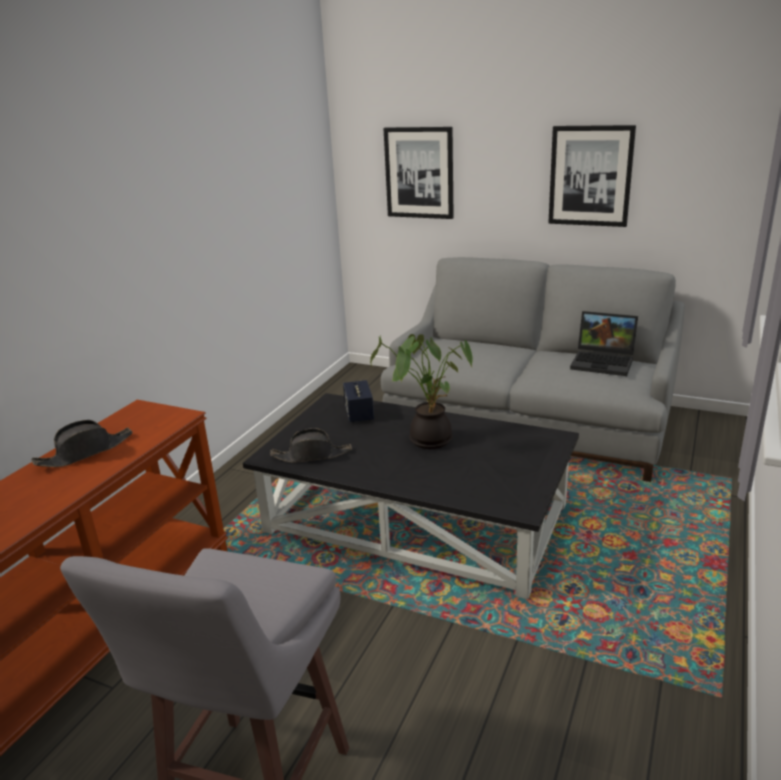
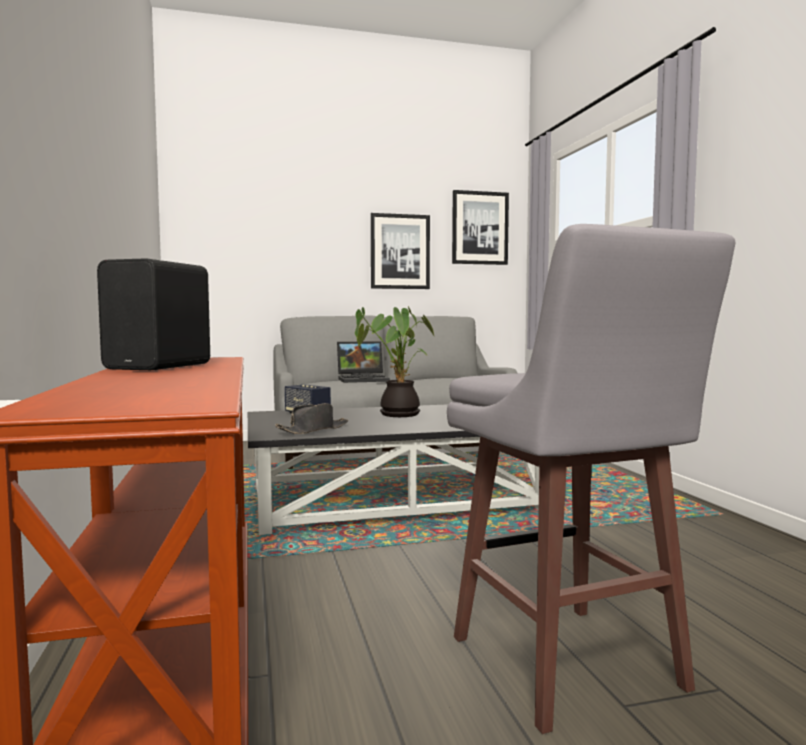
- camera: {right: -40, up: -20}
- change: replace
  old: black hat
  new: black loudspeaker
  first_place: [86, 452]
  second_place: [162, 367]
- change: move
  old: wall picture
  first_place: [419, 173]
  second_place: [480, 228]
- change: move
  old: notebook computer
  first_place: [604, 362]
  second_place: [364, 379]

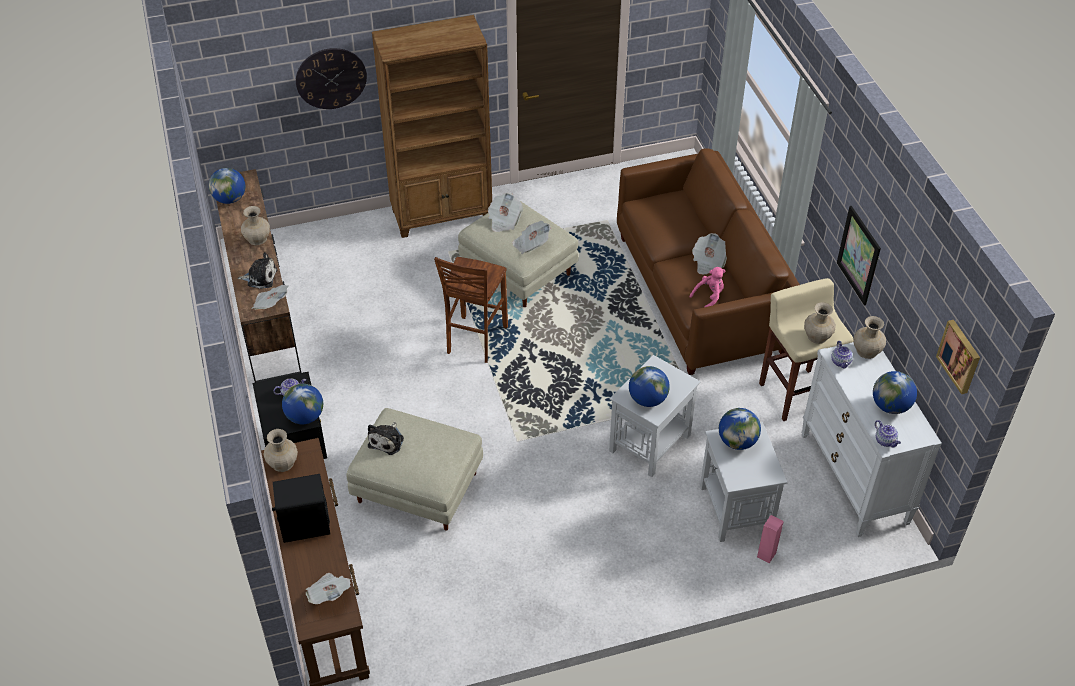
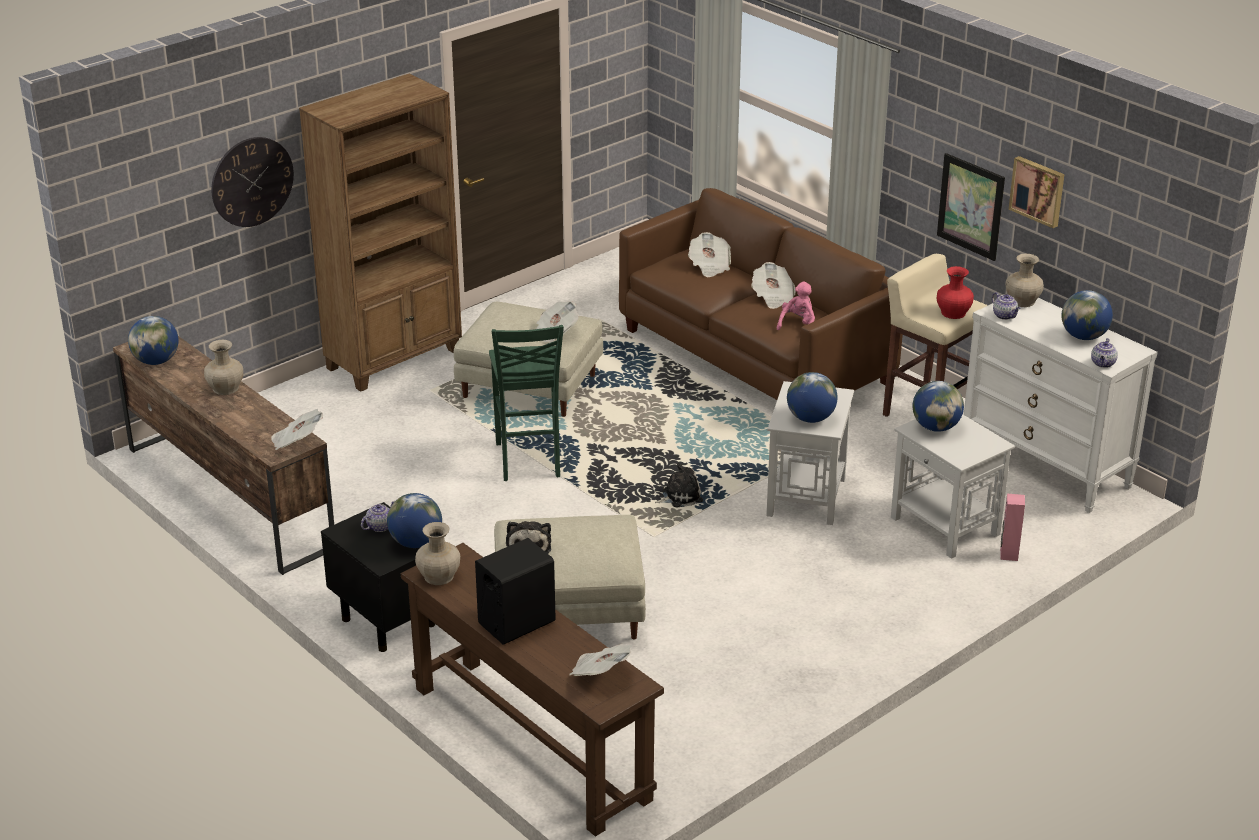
- camera: {right: -25, up: -15}
- change: move
  old: soft toy
  first_place: [260, 277]
  second_place: [679, 496]
- change: recolor
  old: brown stool
  new: green stool
  first_place: [475, 340]
  second_place: [529, 461]
- change: move
  old: newspaper
  first_place: [504, 220]
  second_place: [709, 266]
- change: recolor
  old: beige vase
  new: reddish vase
  first_place: [818, 336]
  second_place: [953, 313]
- change: rotate
  old: tea pot
  first_place: [885, 441]
  second_place: [1103, 364]
  degrees: 75
- change: move
  old: wall picture
  first_place: [960, 356]
  second_place: [1038, 191]

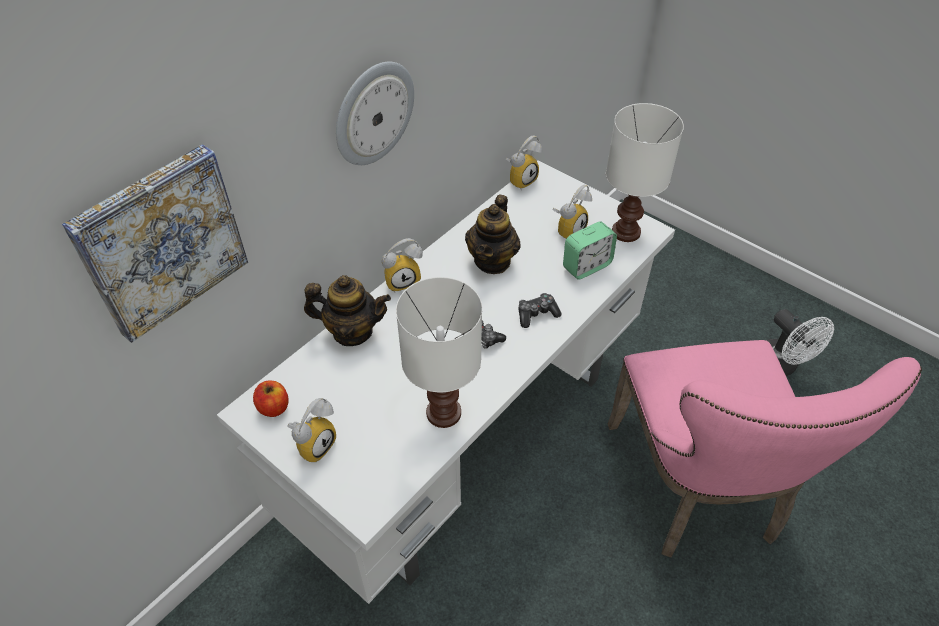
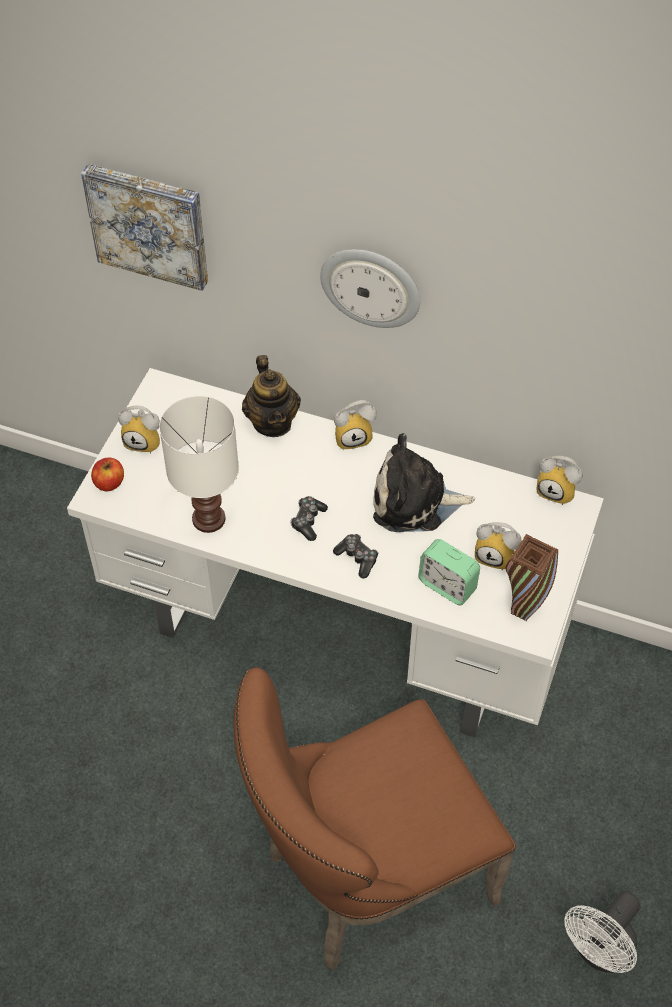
- camera: {right: 70, up: 5}
- change: move
  old: apple
  first_place: [273, 407]
  second_place: [109, 483]
- change: rotate
  old: alarm clock
  first_place: [402, 280]
  second_place: [353, 437]
  degrees: -60
- change: replace
  old: tea pot
  new: soft toy
  first_place: [492, 261]
  second_place: [415, 501]
- change: replace
  old: white-coloured tabletop lamp
  new: brown vase
  first_place: [626, 231]
  second_place: [522, 611]
- change: recolor
  old: pink chair
  new: brown chair
  first_place: [699, 490]
  second_place: [365, 877]

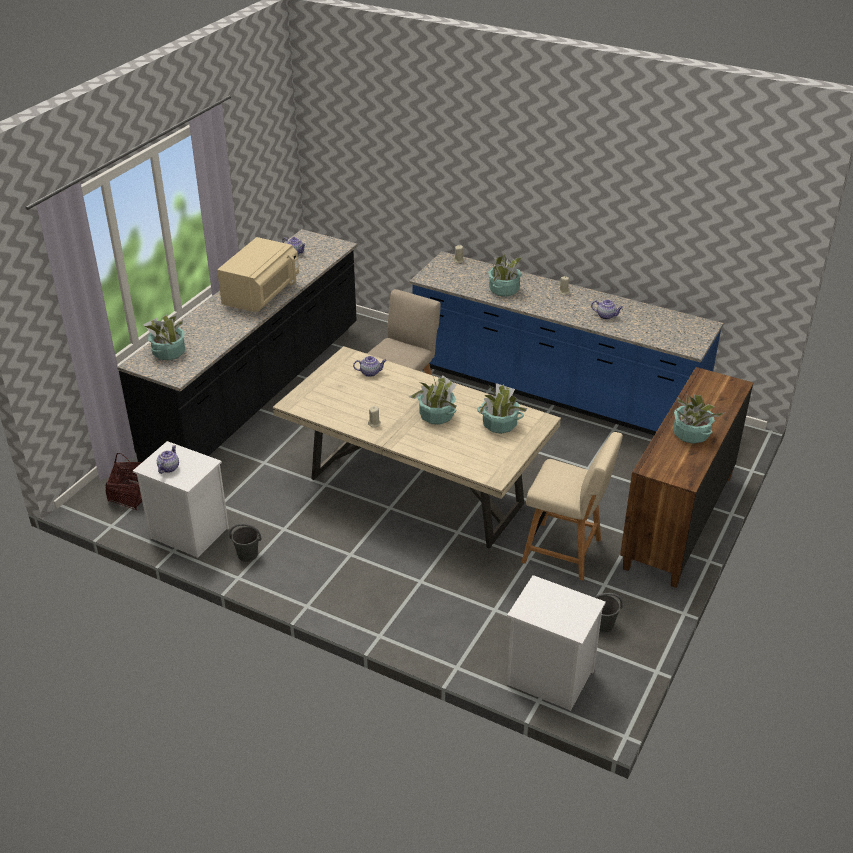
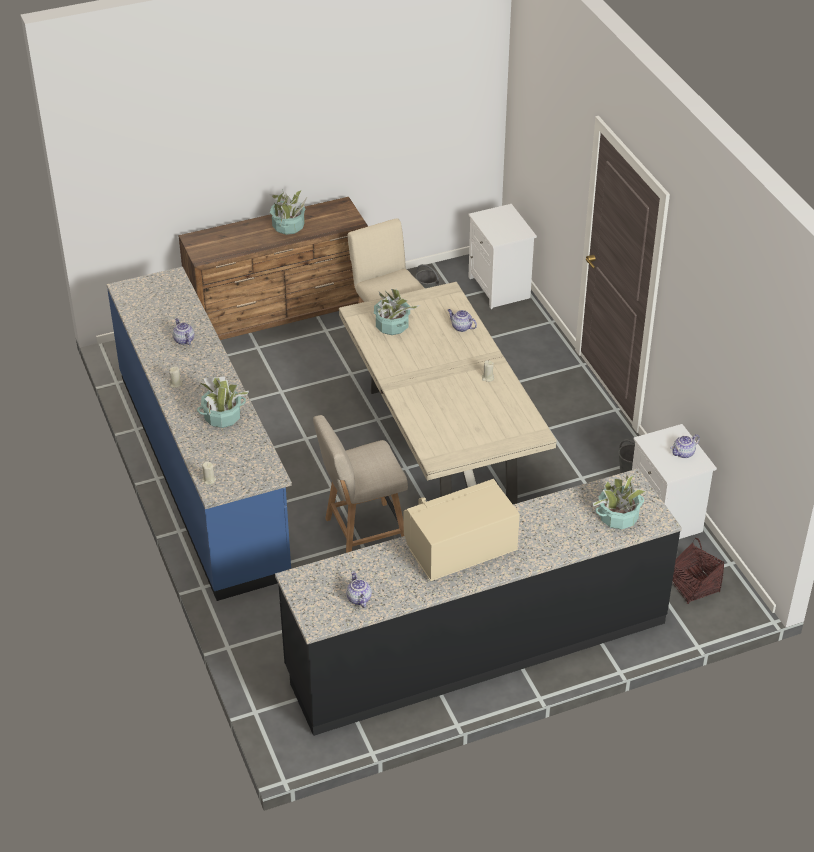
- camera: {right: -140, up: 5}
- change: move
  old: tea pot
  first_place: [370, 372]
  second_place: [461, 327]
- change: delete
  old: plant in a pot
  first_place: [436, 415]

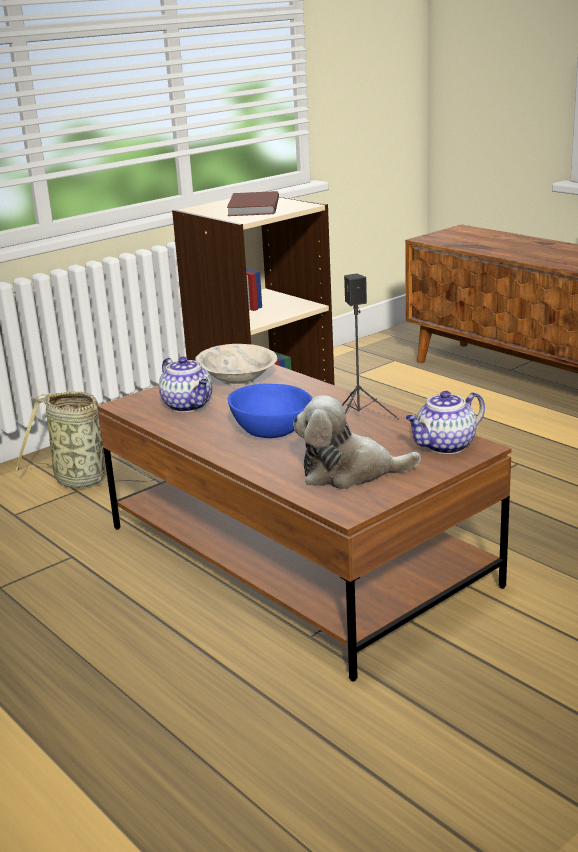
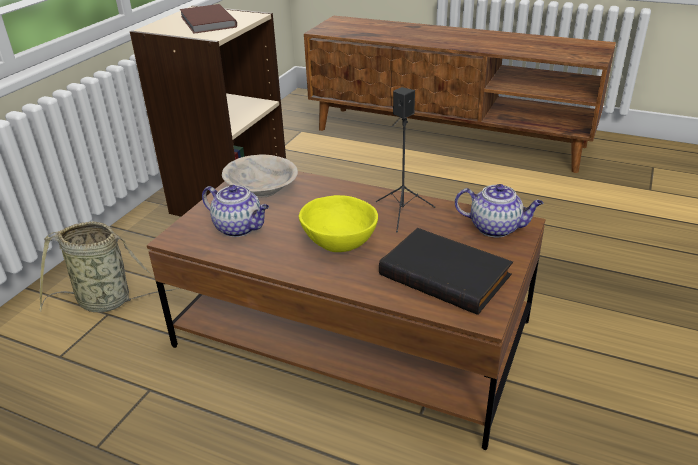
- camera: {right: -25, up: 10}
- change: recolor
  old: bluish deep dish
  new: yellowish deep dish
  first_place: [270, 431]
  second_place: [339, 241]
- change: replace
  old: soft toy
  new: black book
  first_place: [349, 473]
  second_place: [447, 274]
- change: rotate
  old: tea pot
  first_place: [445, 446]
  second_place: [496, 228]
  degrees: -105

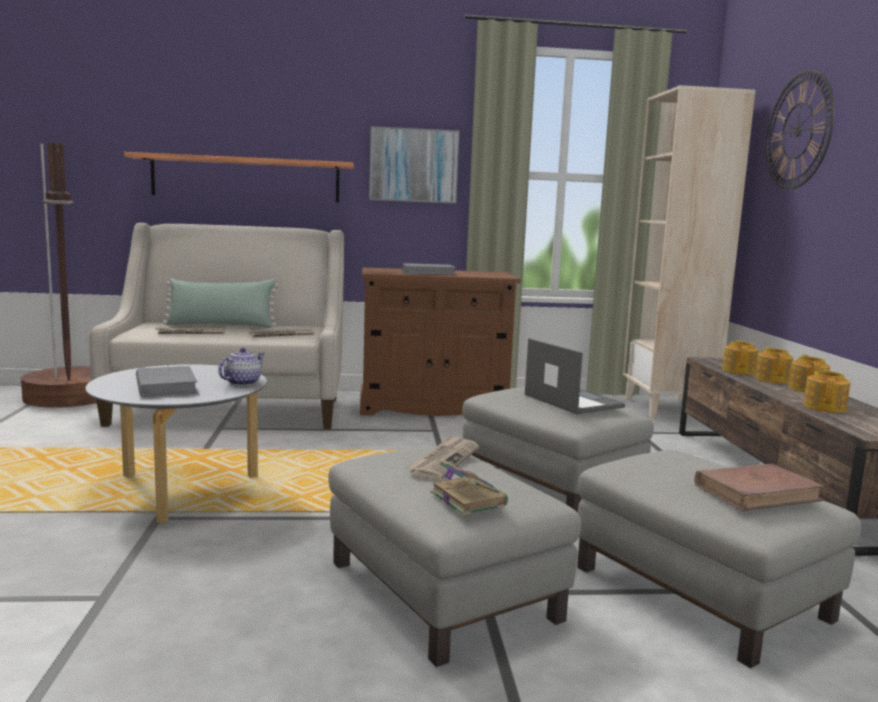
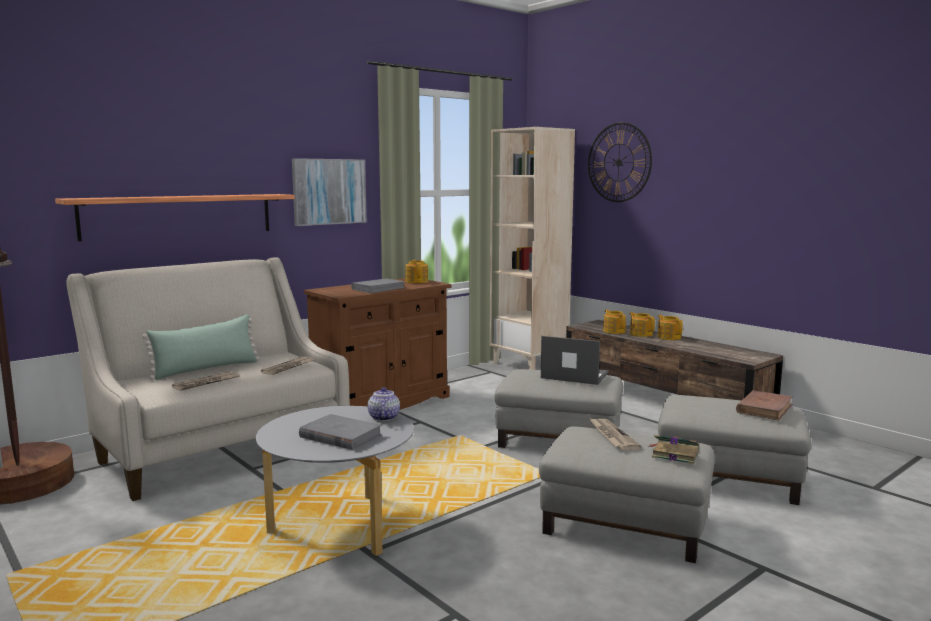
- camera: {right: -35, up: 0}
- change: move
  old: tea pot
  first_place: [825, 407]
  second_place: [417, 281]

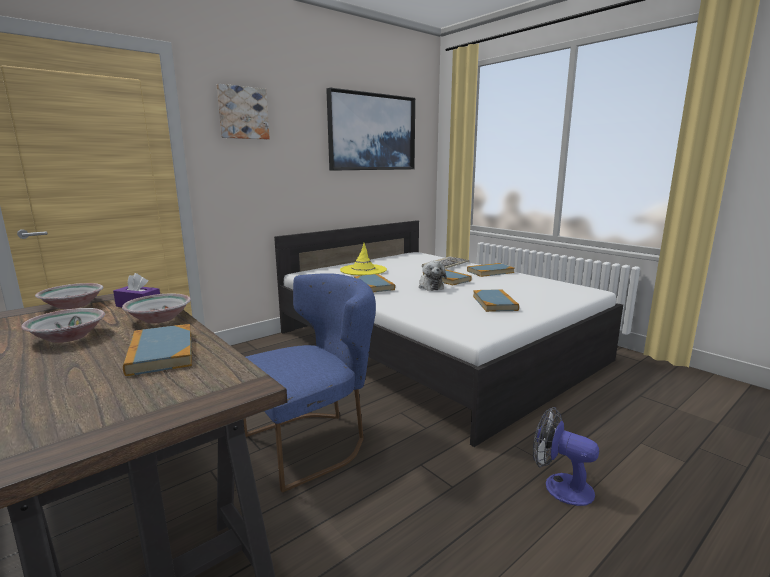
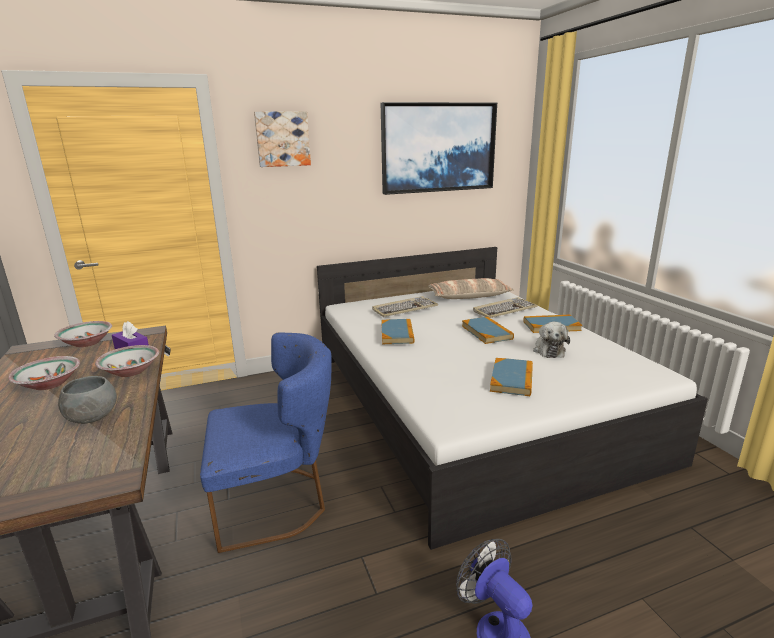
- camera: {right: 20, up: 5}
- change: replace
  old: book
  new: gray deep dish
  first_place: [161, 352]
  second_place: [92, 418]
- change: replace
  old: yellowish hat
  new: keyboard
  first_place: [363, 270]
  second_place: [404, 309]
- change: move
  old: soft toy
  first_place: [430, 286]
  second_place: [548, 350]
- change: insert
  new: throw pillow
  second_place: [469, 296]

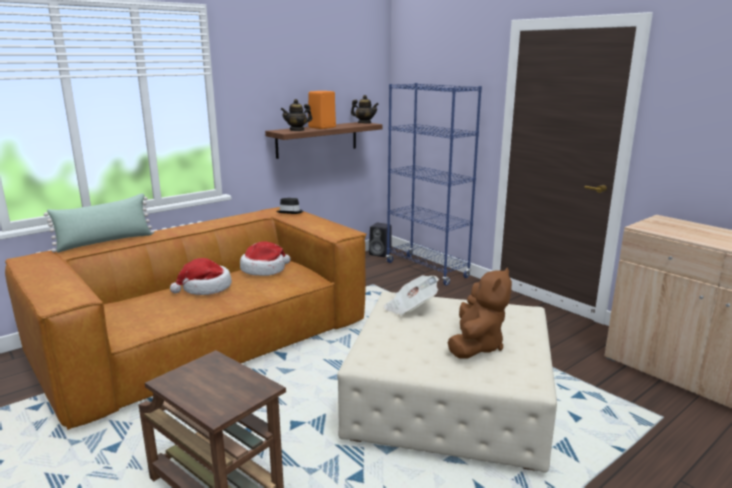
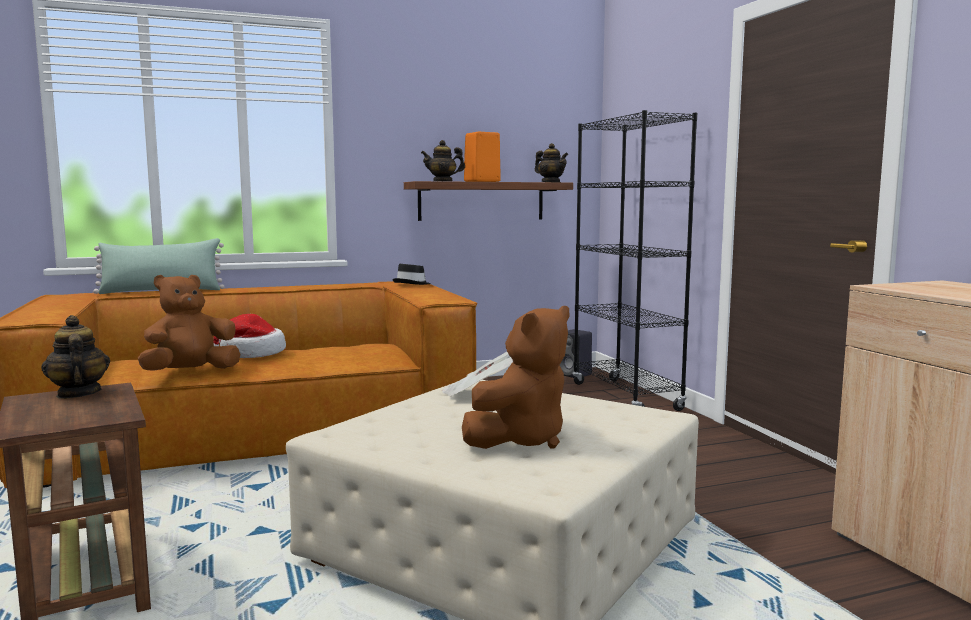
- camera: {right: 20, up: -10}
- change: delete
  old: hat
  first_place: [264, 269]
- change: recolor
  old: bluish shelving unit
  new: black shelving unit
  first_place: [427, 270]
  second_place: [625, 396]
- change: insert
  new: tea pot
  second_place: [78, 394]
- change: insert
  new: brown soft toy
  second_place: [190, 372]

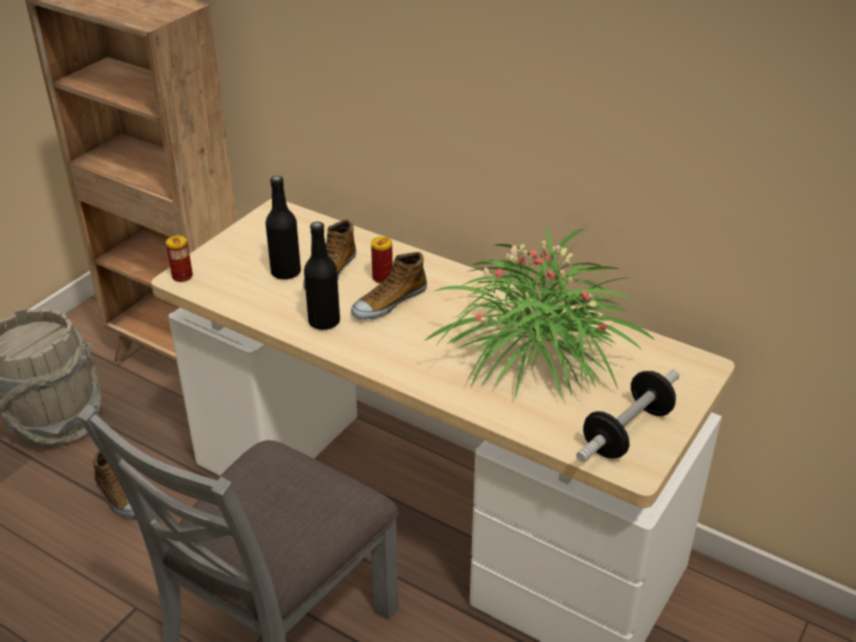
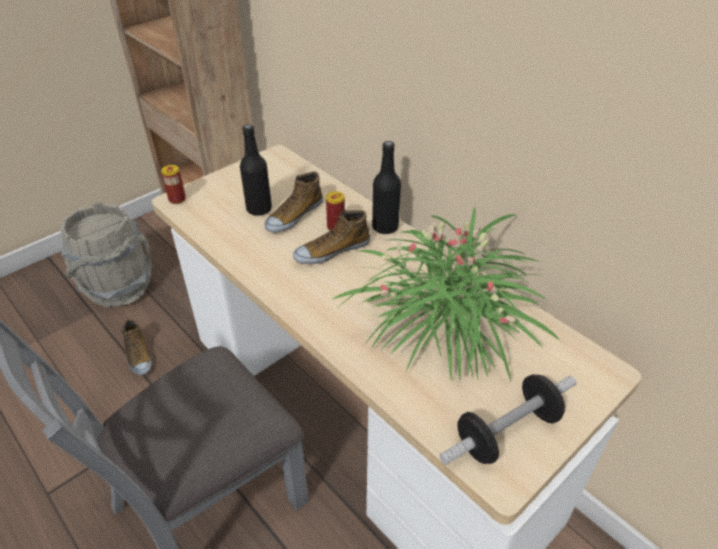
- camera: {right: 15, up: 5}
- change: move
  old: black bottle
  first_place: [324, 322]
  second_place: [385, 227]

